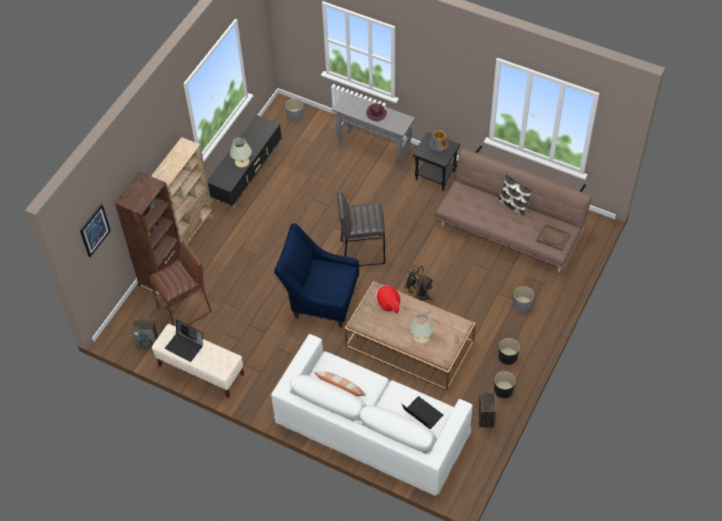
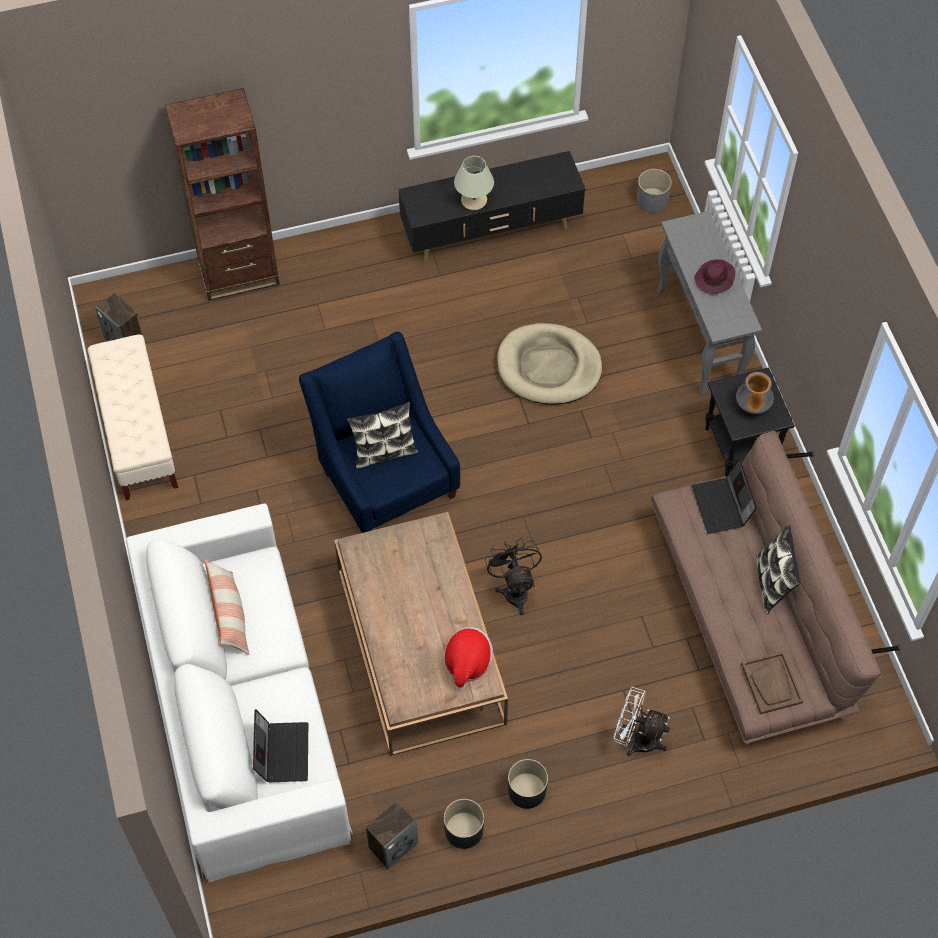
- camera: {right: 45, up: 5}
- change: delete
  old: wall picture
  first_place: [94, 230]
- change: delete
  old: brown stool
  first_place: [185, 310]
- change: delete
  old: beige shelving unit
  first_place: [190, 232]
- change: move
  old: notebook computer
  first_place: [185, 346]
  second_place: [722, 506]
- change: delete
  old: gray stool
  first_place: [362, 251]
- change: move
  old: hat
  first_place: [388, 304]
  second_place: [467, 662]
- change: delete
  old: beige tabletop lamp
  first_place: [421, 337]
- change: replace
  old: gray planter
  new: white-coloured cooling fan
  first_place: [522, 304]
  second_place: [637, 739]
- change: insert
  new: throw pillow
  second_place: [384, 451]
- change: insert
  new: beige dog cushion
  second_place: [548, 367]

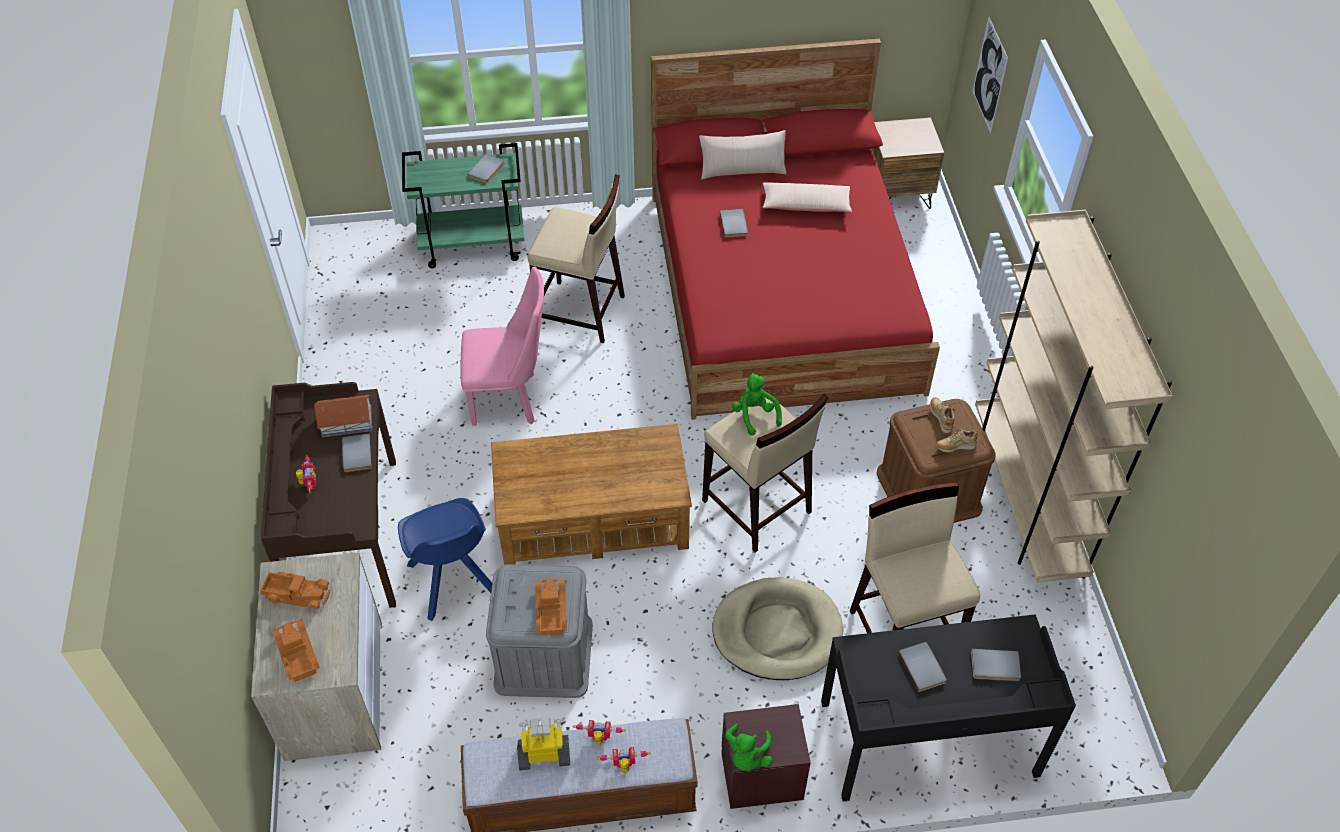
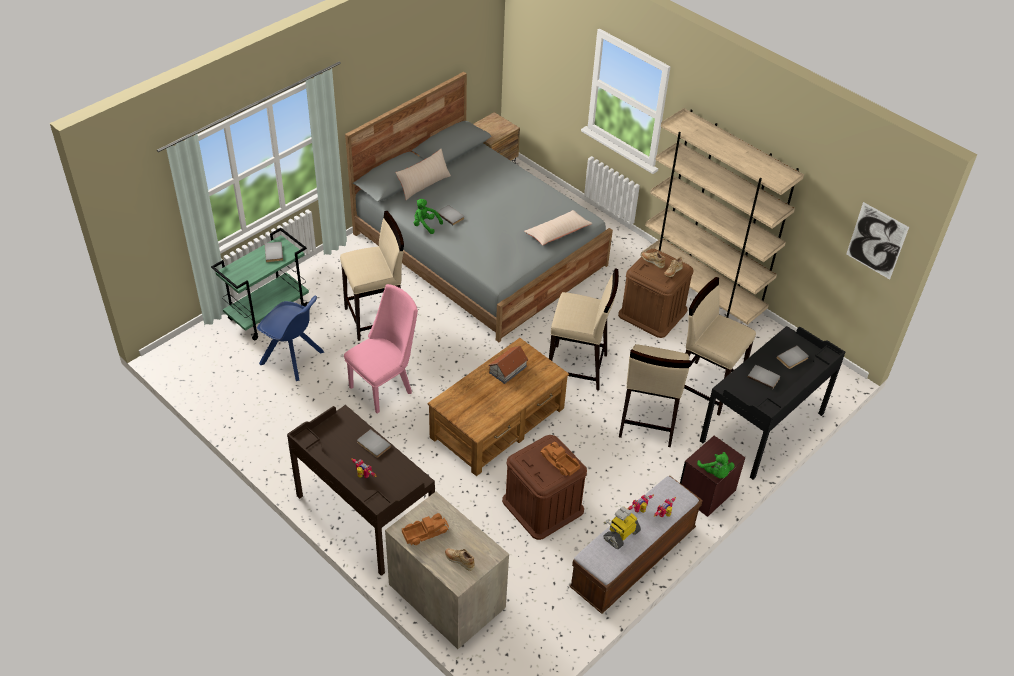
- camera: {right: -40, up: -5}
- change: replace
  old: toy truck
  new: beige shoe
  first_place: [296, 654]
  second_place: [459, 561]
- change: move
  old: model house
  first_place: [347, 422]
  second_place: [508, 369]
- change: move
  old: bluish chair
  first_place: [453, 581]
  second_place: [293, 359]
- change: recolor
  old: gray storage box
  new: brown storage box
  first_place: [544, 654]
  second_place: [543, 505]
- change: recolor
  old: reddish bedroom bed
  new: gray bedroom bed
  first_place: [782, 289]
  second_place: [479, 249]
- change: replace
  old: beige dog cushion
  new: beige stool
  first_place: [777, 631]
  second_place: [647, 422]
- change: move
  old: green soft toy
  first_place: [755, 415]
  second_place: [425, 225]
- change: move
  old: beige throw pillow
  first_place: [806, 205]
  second_place: [557, 233]
- change: move
  old: wall picture
  first_place: [989, 75]
  second_place: [876, 241]

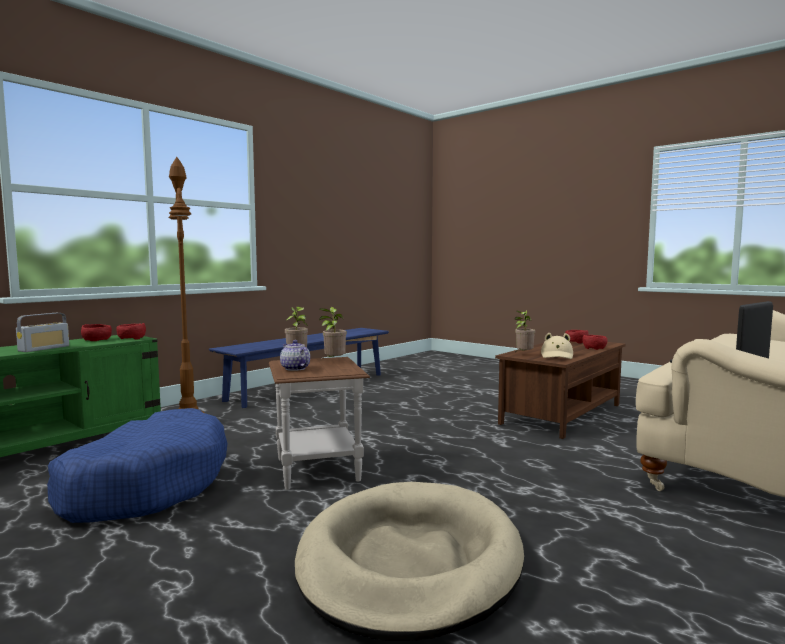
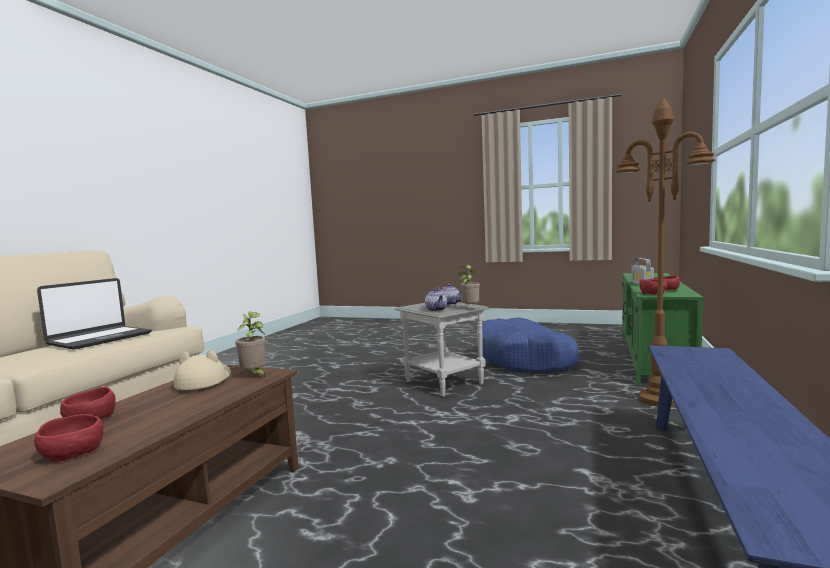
- camera: {right: 160, up: 0}
- change: recolor
  old: brown accent table
  new: gray accent table
  first_place: [317, 469]
  second_place: [444, 383]
- change: delete
  old: beige dog cushion
  first_place: [409, 562]
- change: replace
  old: plant in a pot
  new: tea pot
  first_place: [333, 362]
  second_place: [436, 310]

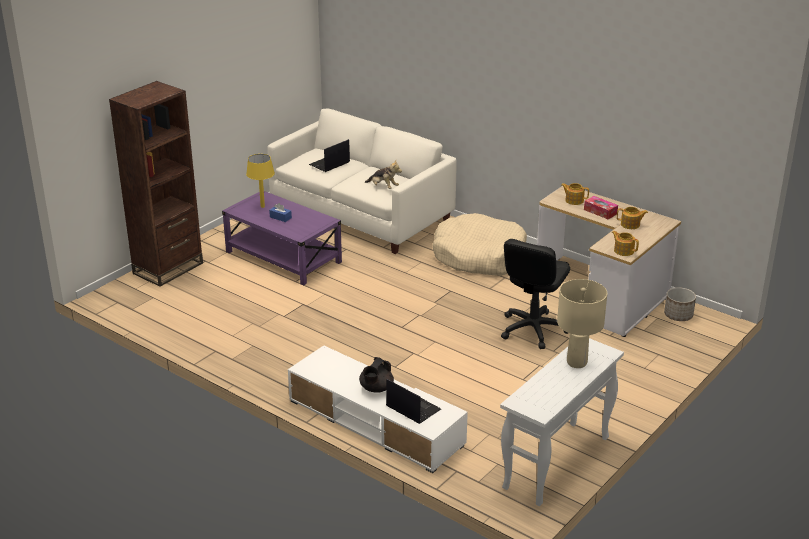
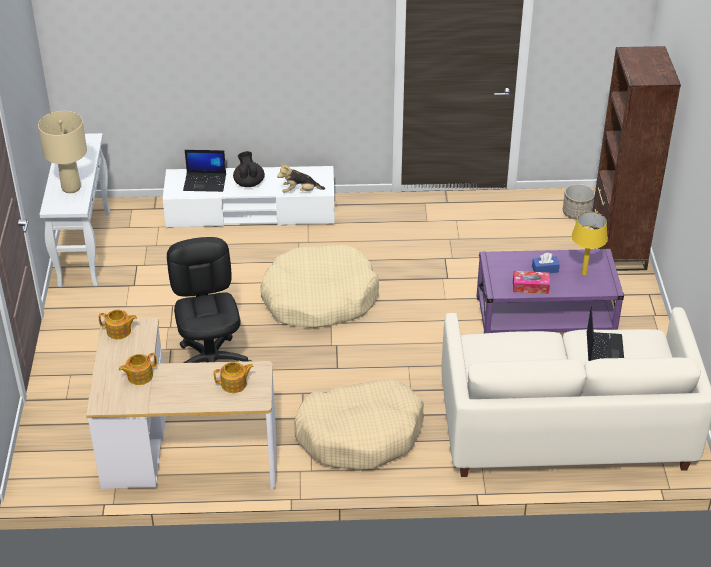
- camera: {right: 140, up: 10}
- change: move
  old: soft toy
  first_place: [383, 187]
  second_place: [300, 191]
- change: move
  old: box of tissues
  first_place: [600, 212]
  second_place: [530, 286]
- change: move
  old: planter
  first_place: [678, 315]
  second_place: [576, 212]
- change: insert
  new: beige dog cushion
  second_place: [319, 298]

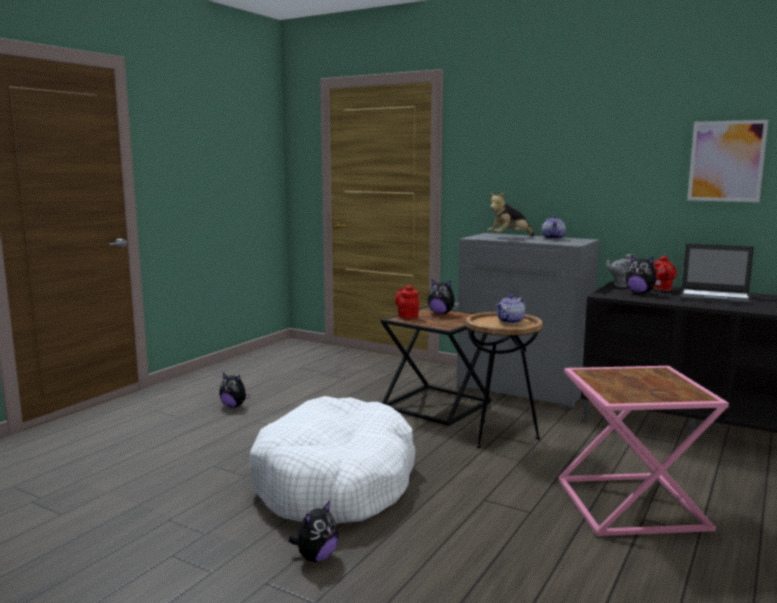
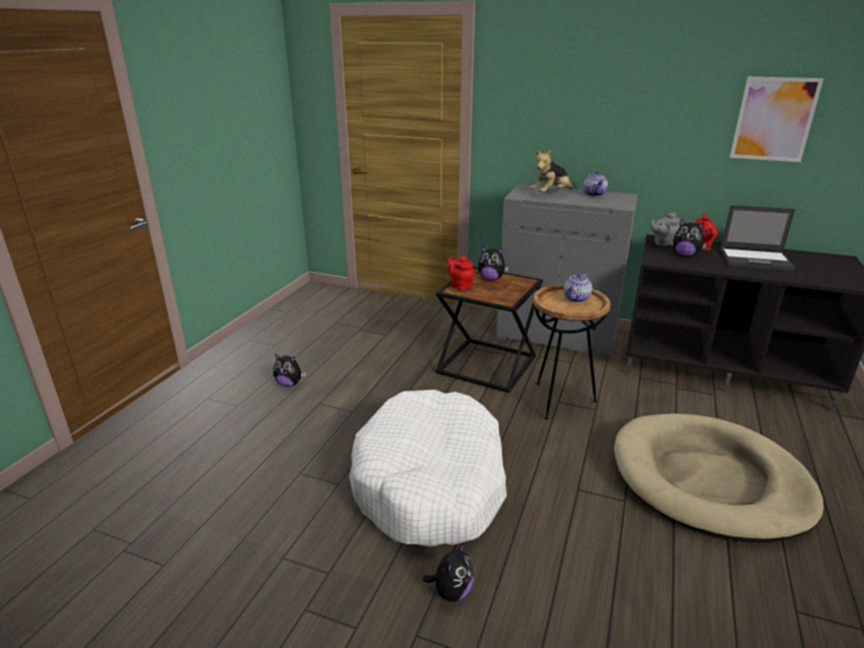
- camera: {right: -10, up: 15}
- change: replace
  old: pink accent table
  new: beige dog cushion
  first_place: [633, 505]
  second_place: [709, 481]

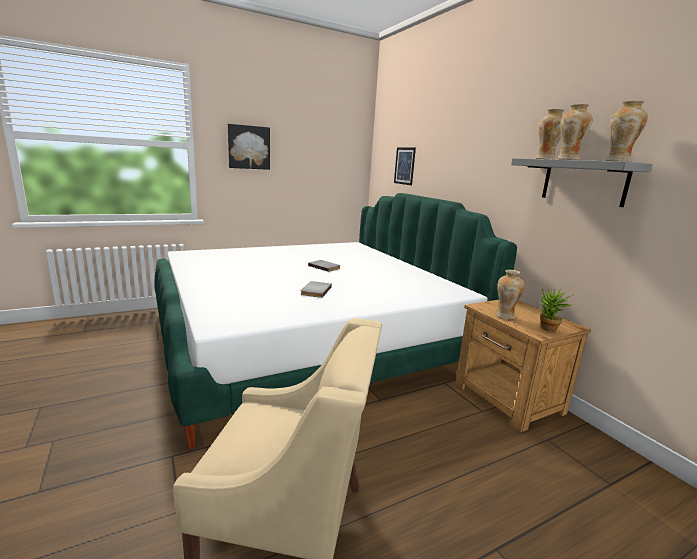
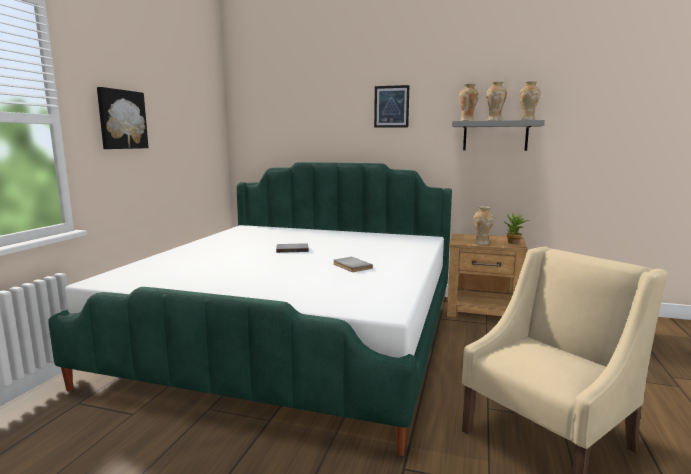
- camera: {right: -45, up: -5}
- change: move
  old: wall picture
  first_place: [404, 166]
  second_place: [391, 106]

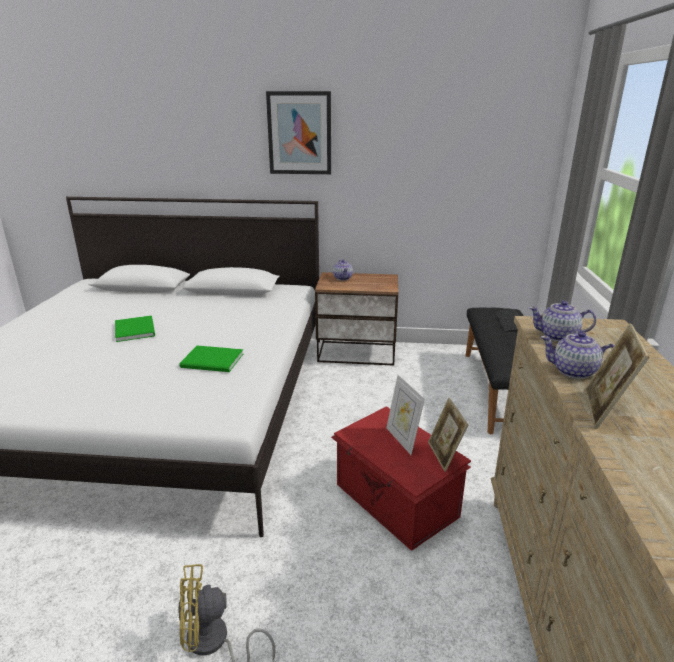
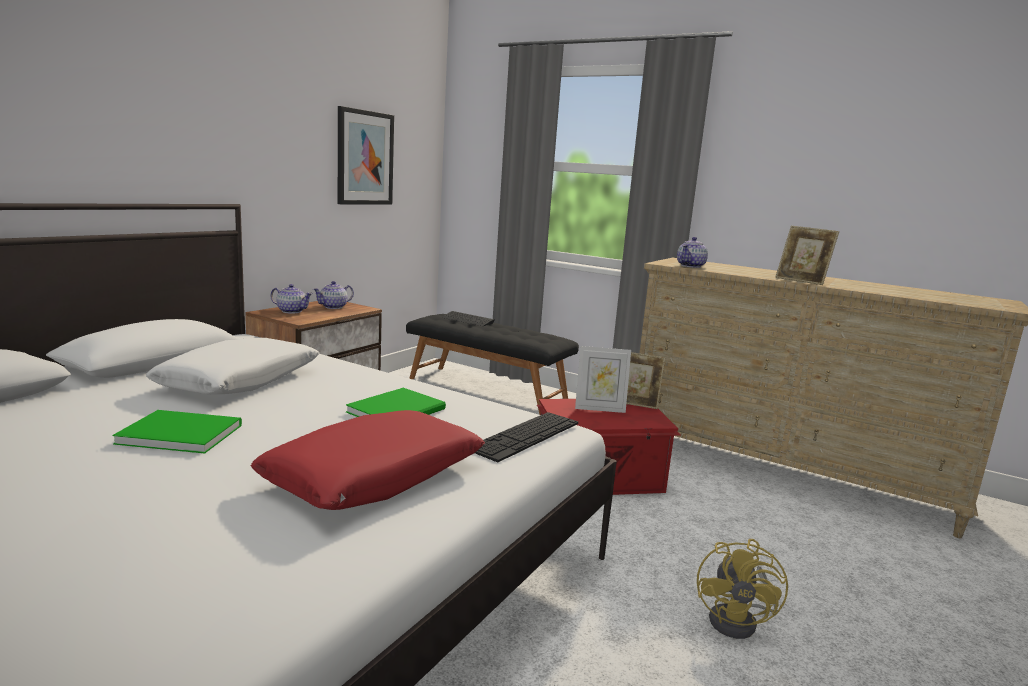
- camera: {right: -65, up: -10}
- change: move
  old: wall picture
  first_place: [299, 133]
  second_place: [365, 158]
- change: move
  old: tea pot
  first_place: [574, 371]
  second_place: [334, 307]
- change: insert
  new: white-coloured throw pillow
  second_place: [240, 381]
- change: insert
  new: reddish throw pillow
  second_place: [374, 477]
- change: insert
  new: keyboard
  second_place: [525, 435]

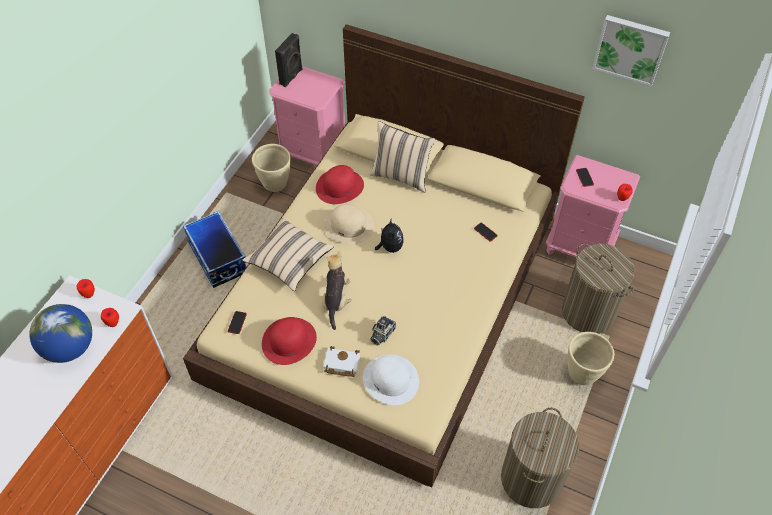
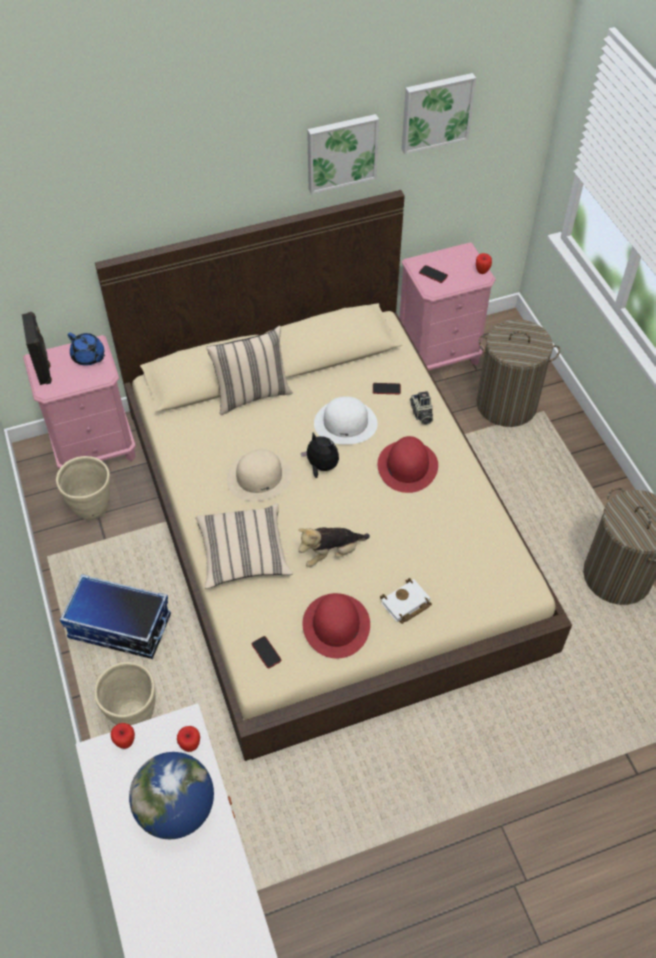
- camera: {right: -45, up: 0}
- change: move
  old: reddish hat
  first_place: [340, 186]
  second_place: [407, 466]
- change: rotate
  old: soft toy
  first_place: [336, 300]
  second_place: [331, 553]
  degrees: -75
- change: move
  old: white-coloured hat
  first_place: [391, 379]
  second_place: [346, 423]
- change: move
  old: still camera
  first_place: [381, 334]
  second_place: [421, 414]
- change: move
  old: beige planter
  first_place: [582, 373]
  second_place: [133, 715]
- change: insert
  new: bluish tea pot
  second_place: [89, 357]
- change: insert
  new: wall picture
  second_place: [341, 152]

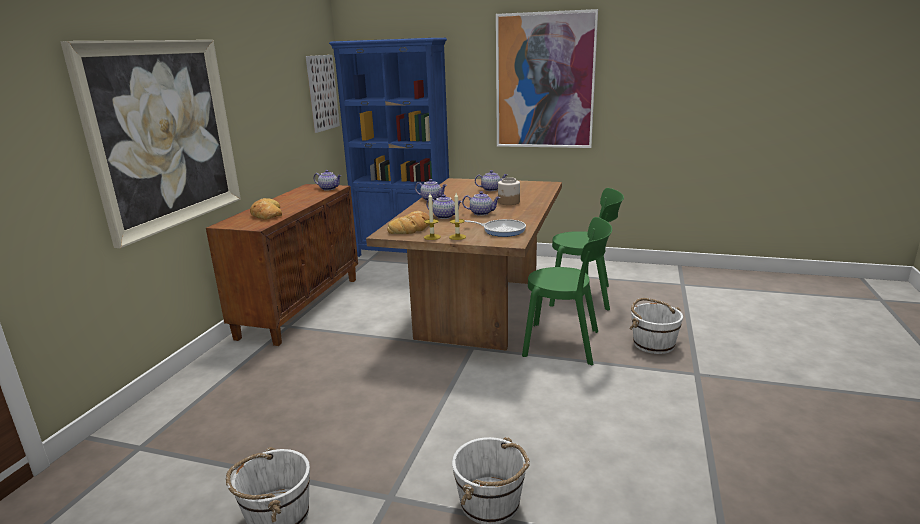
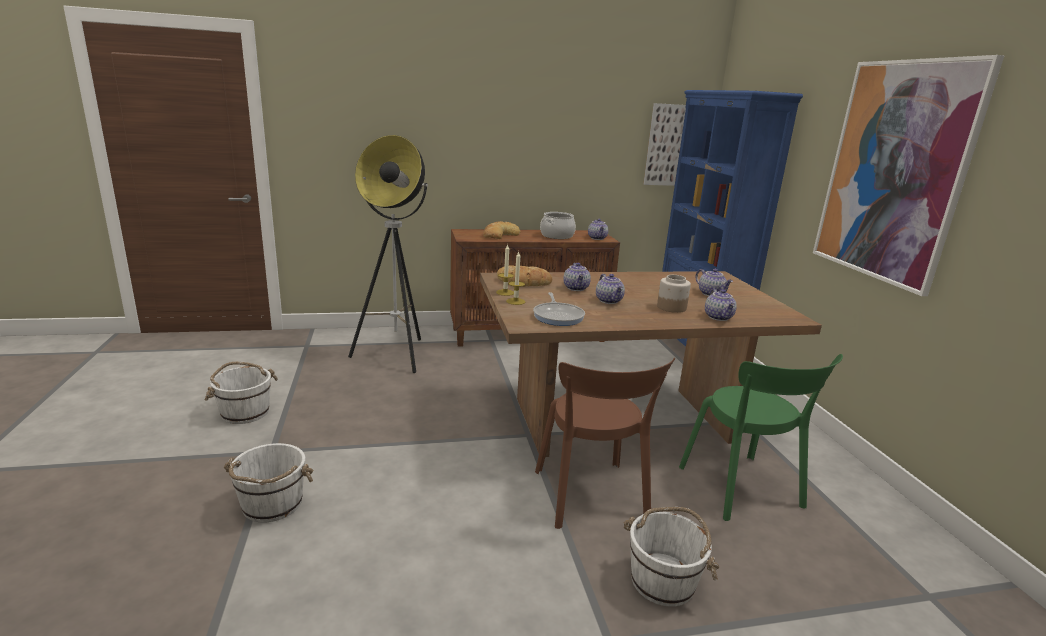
- camera: {right: 60, up: 0}
- change: delete
  old: wall picture
  first_place: [164, 135]
- change: move
  old: tea pot
  first_place: [431, 199]
  second_place: [719, 317]
- change: recolor
  old: green chair
  new: brown chair
  first_place: [566, 344]
  second_place: [591, 498]
- change: insert
  new: floor lamp
  second_place: [397, 355]
- change: insert
  new: saucepot
  second_place: [557, 236]

